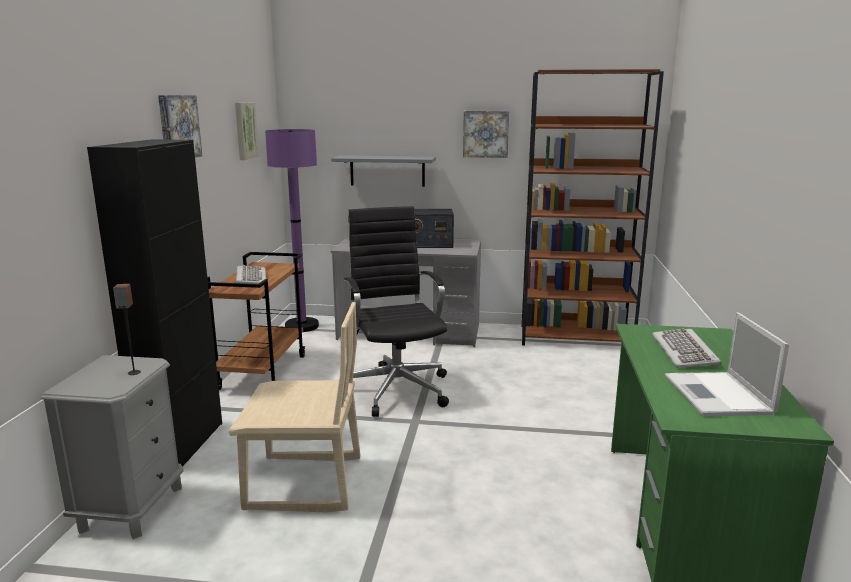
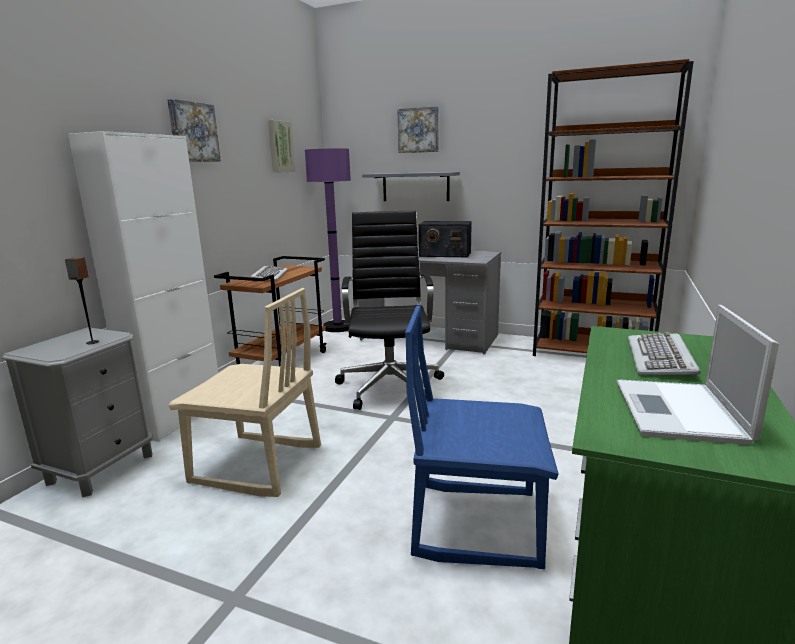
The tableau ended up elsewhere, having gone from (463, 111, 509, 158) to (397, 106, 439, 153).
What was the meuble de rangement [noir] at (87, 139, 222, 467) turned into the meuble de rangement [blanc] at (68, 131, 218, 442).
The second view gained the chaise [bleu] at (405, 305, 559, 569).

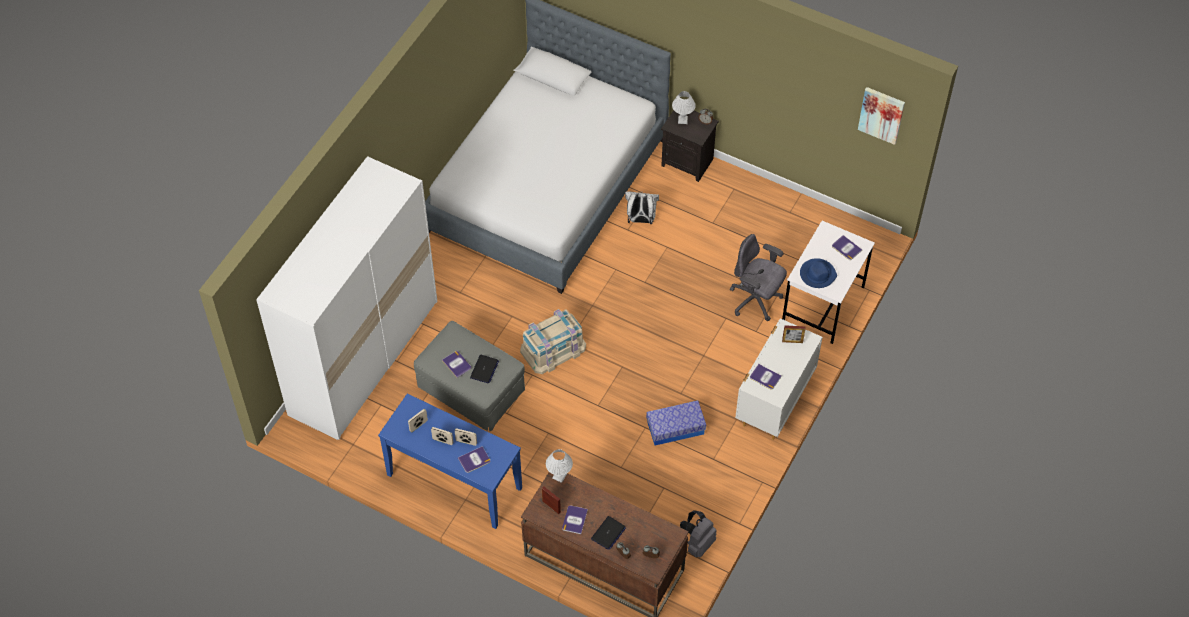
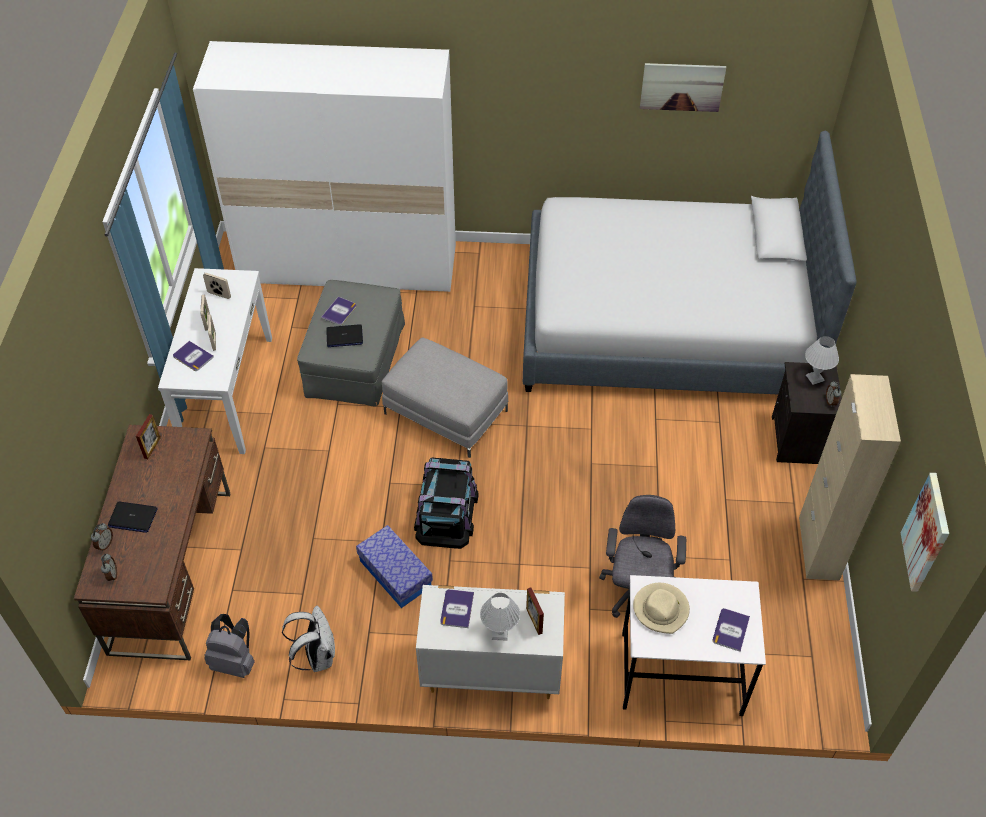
The sac à dos [blanc] ended up elsewhere, having gone from (625, 191, 659, 224) to (282, 606, 335, 672).
What was the chapeau [bleu] at (800, 258, 837, 288) turned into the chapeau [beige] at (633, 583, 690, 634).
Where the boîte de rangement [beige] stood at (520, 309, 586, 374), the pouf [gris] came to stand at (382, 337, 508, 458).
What was the table console [bleu] at (378, 393, 522, 529) turned into the table console [blanc] at (158, 268, 272, 454).
The lampe de table [blanc] ended up elsewhere, having gone from (546, 449, 573, 483) to (480, 593, 520, 641).
The second view lost the livre at (562, 505, 588, 534).
The second view gained the tableau at (640, 63, 726, 112).
The second view gained the meuble de rangement [beige] at (799, 374, 901, 580).
The second view gained the boîte de rangement [noir] at (414, 458, 478, 549).

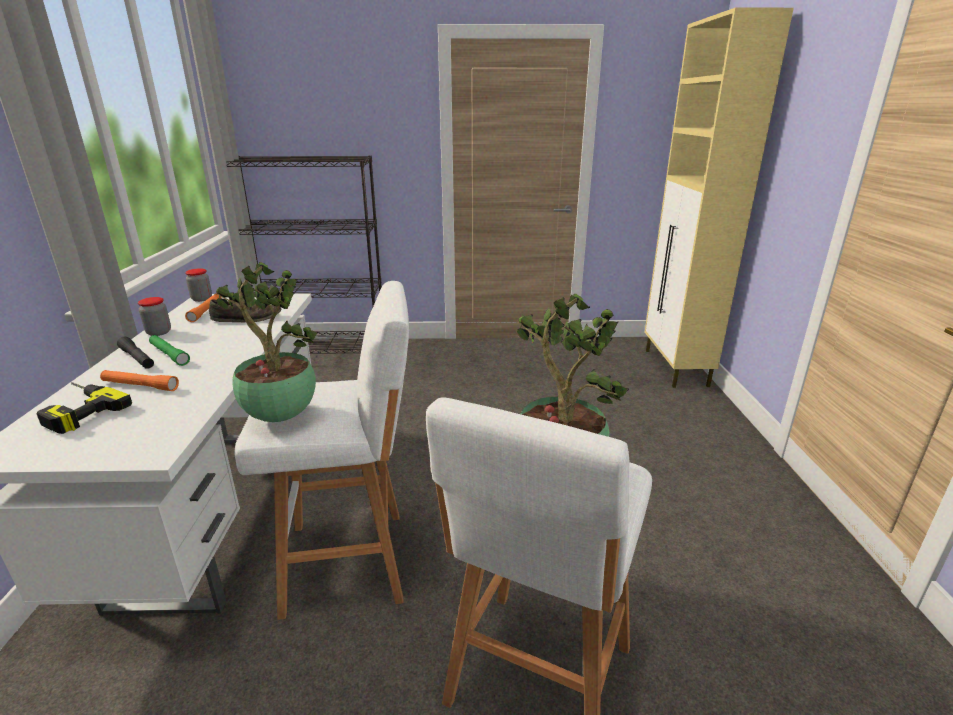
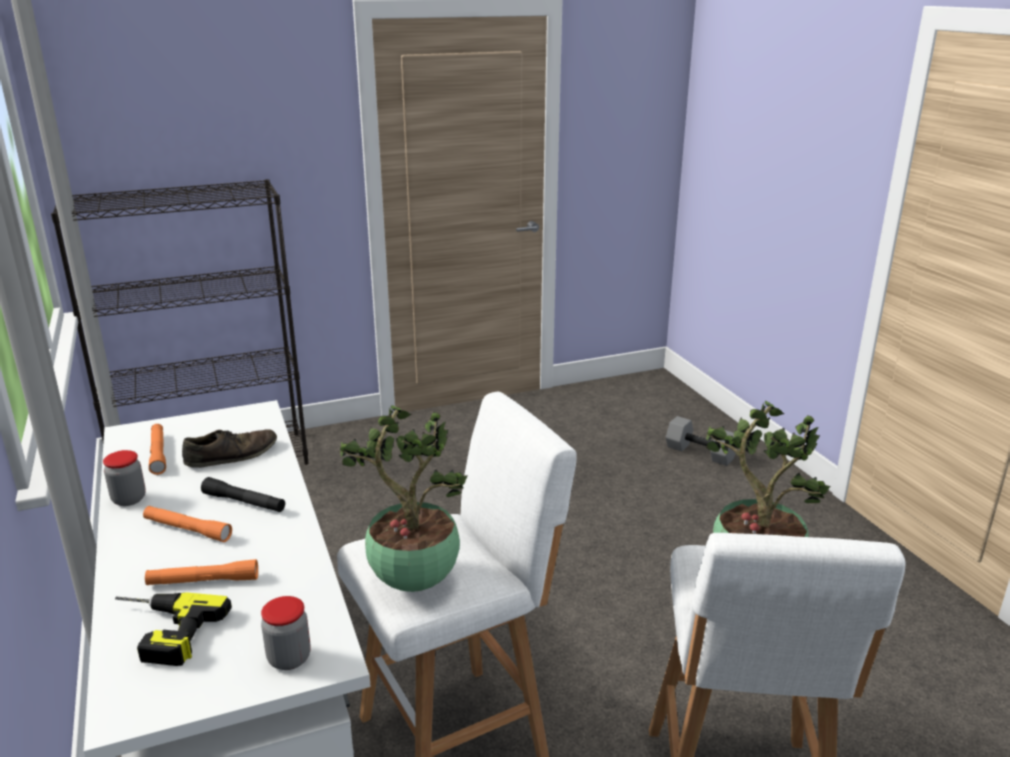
The second view lost the meuble de rangement [beige] at (645, 7, 794, 388).
The bocal ended up elsewhere, having gone from (185, 268, 212, 302) to (261, 596, 311, 670).
What was the lampe de poche [vert] at (149, 335, 190, 366) turned into the lampe de poche [orange] at (143, 506, 232, 542).
The lampe de poche [noir] ended up elsewhere, having gone from (117, 337, 154, 369) to (201, 477, 285, 512).
The second view gained the haltère [gris] at (666, 416, 737, 466).

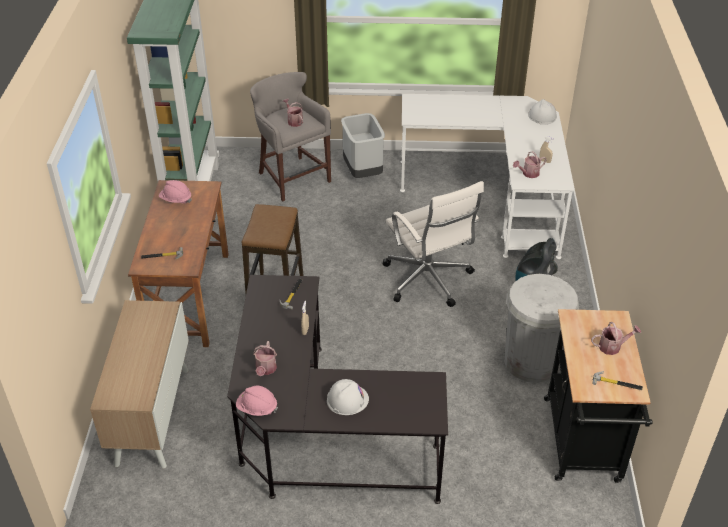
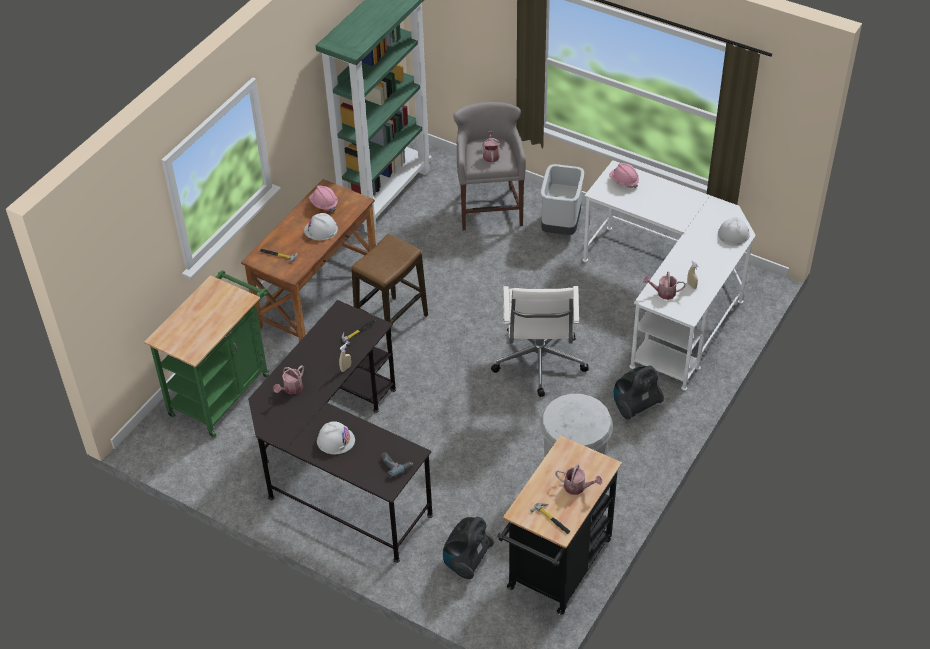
Where the meuble de rangement stood at (90, 300, 189, 469), the chariot [vert] came to stand at (144, 270, 269, 438).
The casque de chantier [rose] ended up elsewhere, having gone from (236, 385, 278, 416) to (609, 163, 639, 189).
The second view gained the casque de chantier [blanc] at (304, 213, 338, 240).
The second view gained the perceuse at (381, 452, 413, 478).
The second view gained the aspirateur at (443, 517, 494, 579).

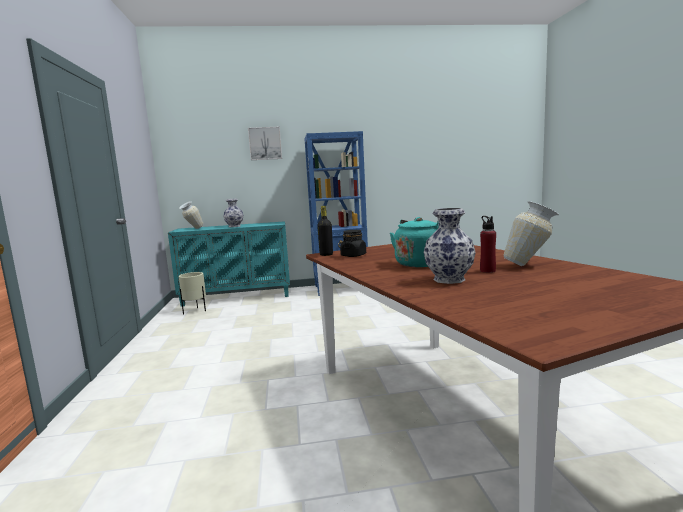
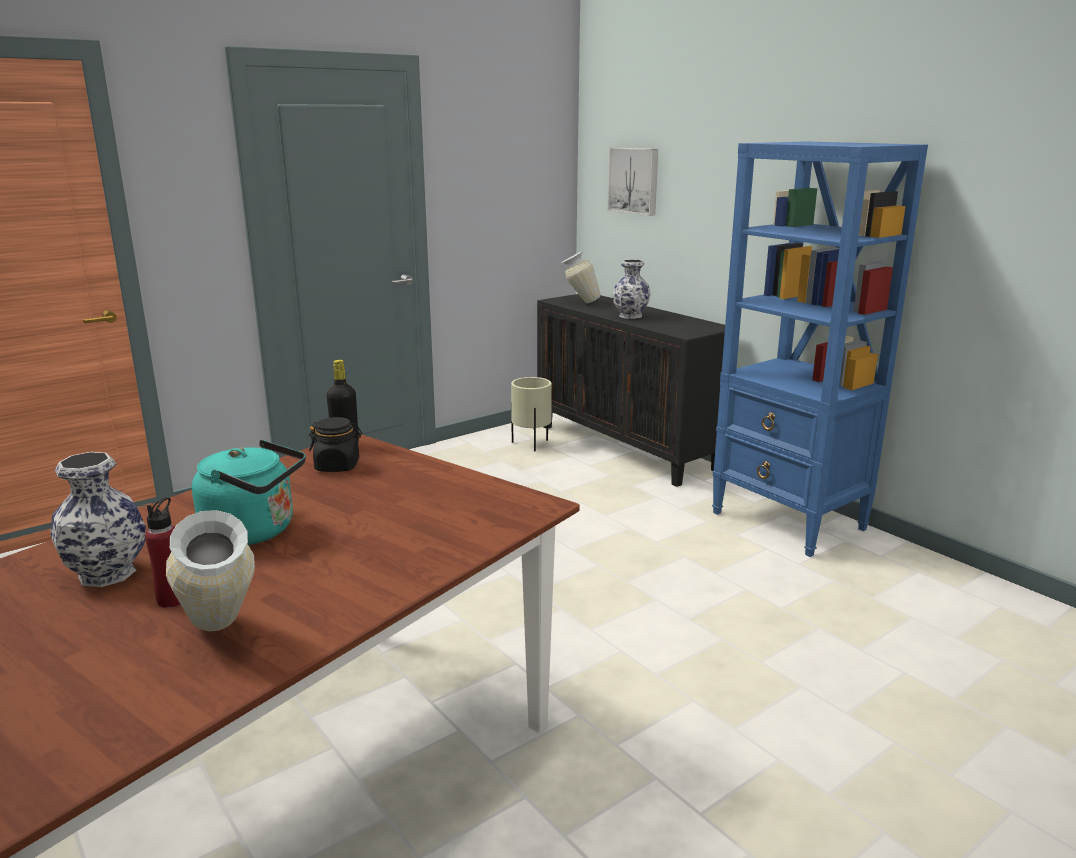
The tableau ended up elsewhere, having gone from (248, 127, 282, 160) to (608, 147, 658, 216).
What was the meuble de rangement [turquoise] at (168, 221, 290, 306) turned into the meuble de rangement [noir] at (537, 294, 725, 487).

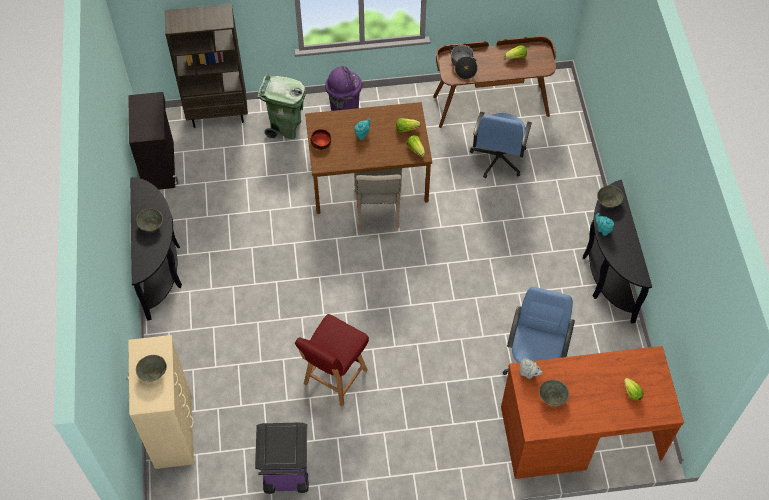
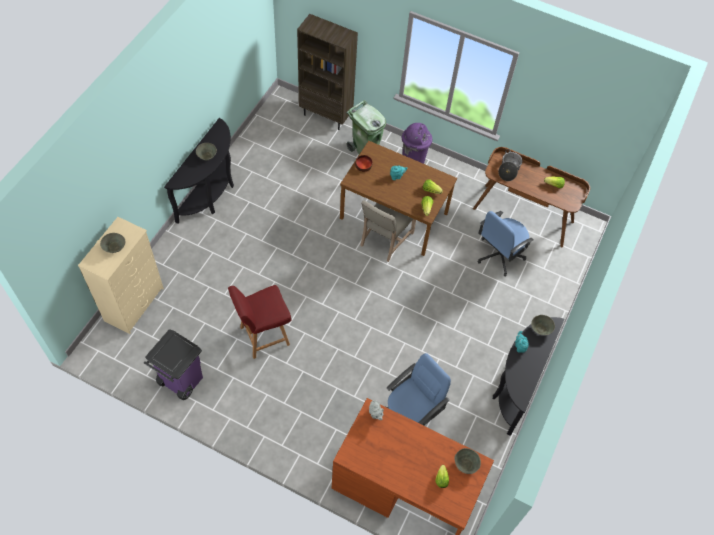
The second view lost the meuble de rangement [noir] at (128, 92, 179, 190).
The bol [gris] ended up elsewhere, having gone from (539, 380, 569, 406) to (454, 448, 481, 474).

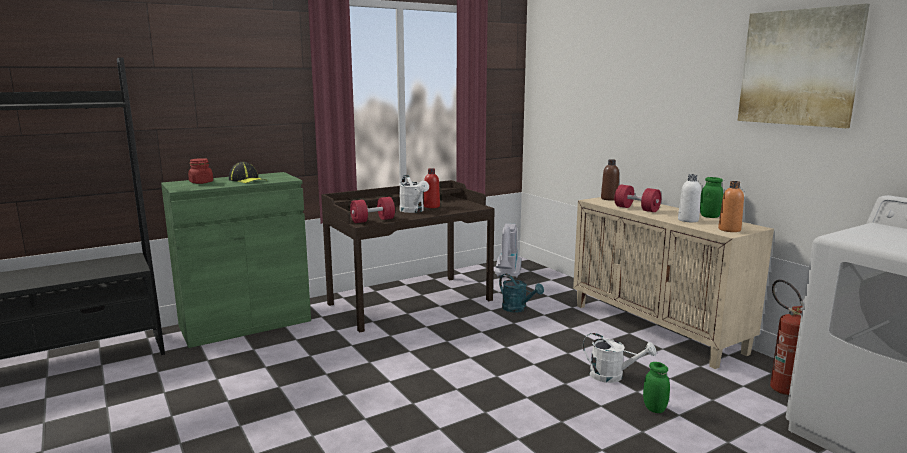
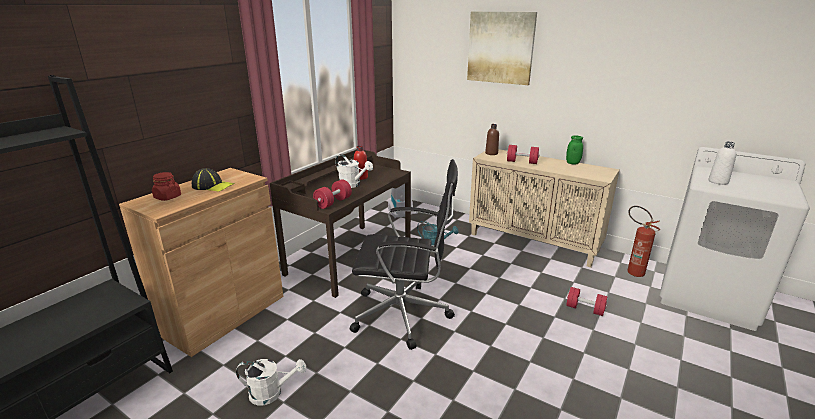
The tableau ended up elsewhere, having gone from (738, 4, 870, 128) to (467, 12, 537, 85).
What was the meuble de rangement [vert] at (161, 172, 311, 348) turned into the meuble de rangement [marron] at (119, 168, 283, 357).
The bouteille [blanc] ended up elsewhere, having gone from (678, 174, 701, 222) to (708, 141, 736, 185).
The second view lost the bouteille [orange] at (718, 181, 744, 232).
The arrosoir [blanc] ended up elsewhere, having gone from (583, 333, 656, 383) to (236, 359, 306, 405).
Where the bocal [vert] stood at (643, 362, 670, 413), the haltère [rouge] came to stand at (566, 287, 607, 316).
The second view gained the chaise de bureau [noir] at (350, 159, 458, 350).

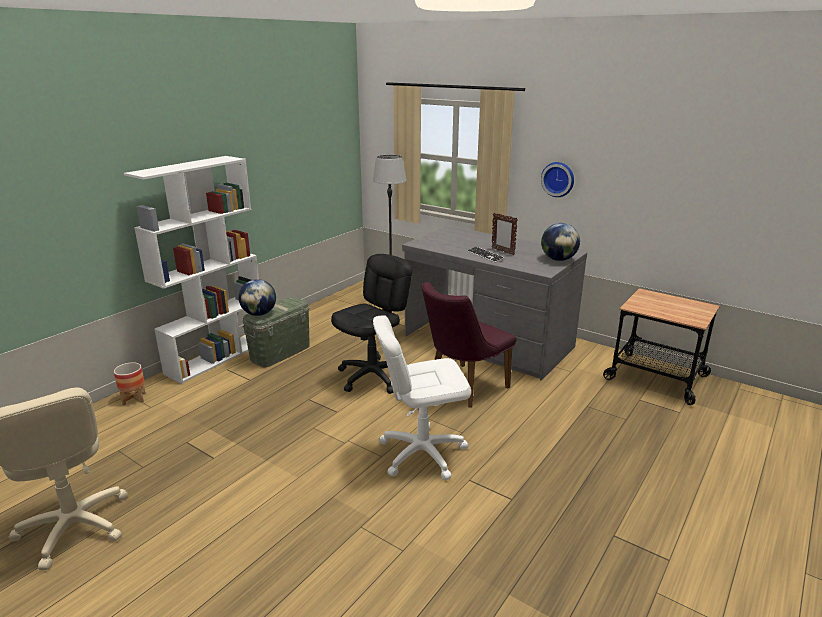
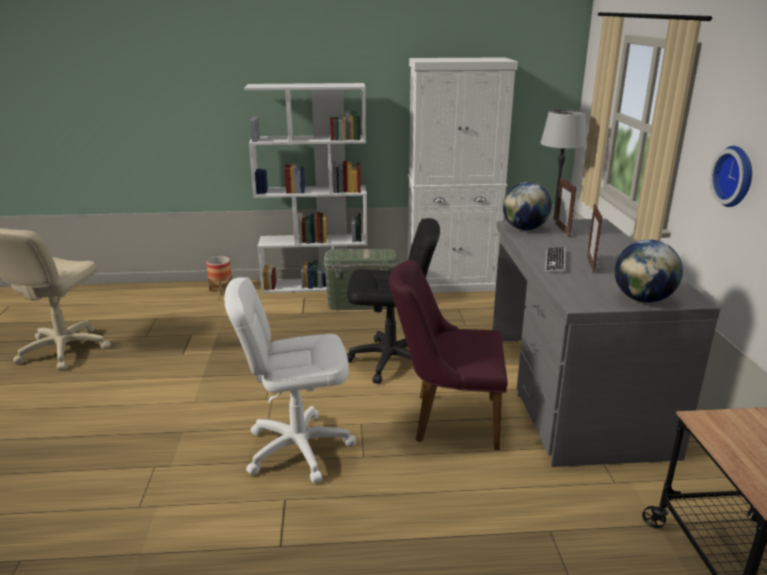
The globe ended up elsewhere, having gone from (239, 279, 276, 316) to (503, 182, 552, 230).
The chaise de bureau [blanc] at (373, 316, 471, 480) ended up facing another way, 45 degrees counterclockwise from before.
The second view gained the meuble de rangement [blanc] at (408, 57, 518, 293).
The second view gained the cadre photo at (555, 177, 576, 237).

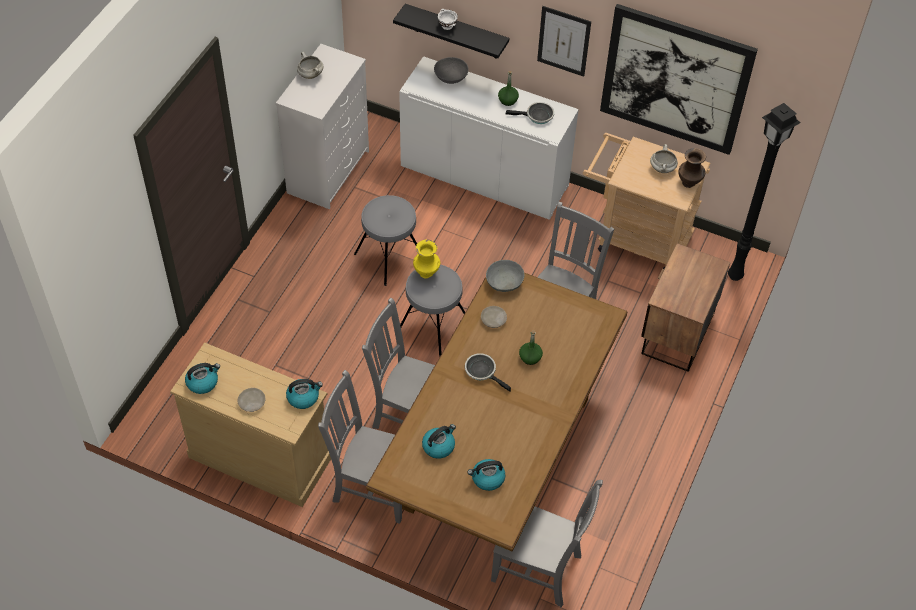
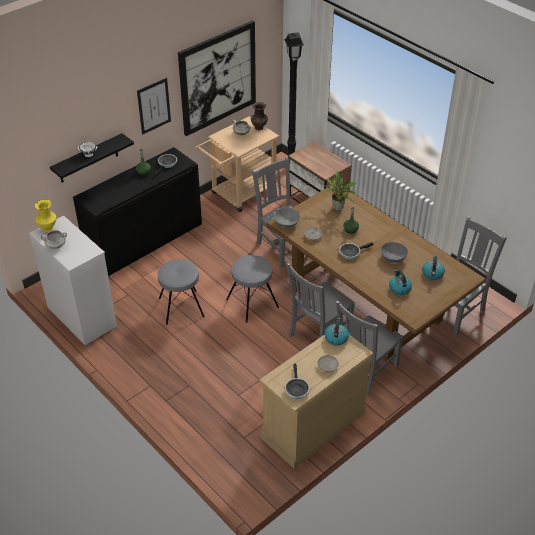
What was the meuble de rangement [blanc] at (399, 56, 579, 220) turned into the meuble de rangement [noir] at (73, 147, 202, 276).
The bol [gris] ended up elsewhere, having gone from (434, 57, 469, 84) to (381, 242, 408, 263).
The vase [jaune] ended up elsewhere, having gone from (413, 239, 440, 278) to (35, 199, 56, 232).
Where the bouilloire stood at (185, 363, 220, 394), the poêle came to stand at (285, 364, 310, 399).
The second view gained the plante en pot at (317, 172, 356, 211).

